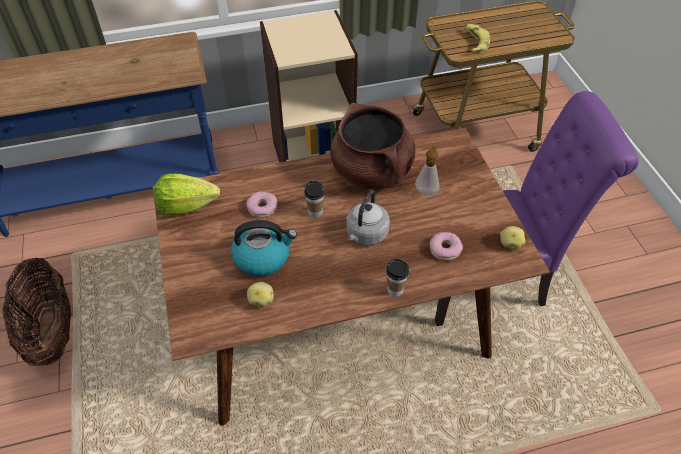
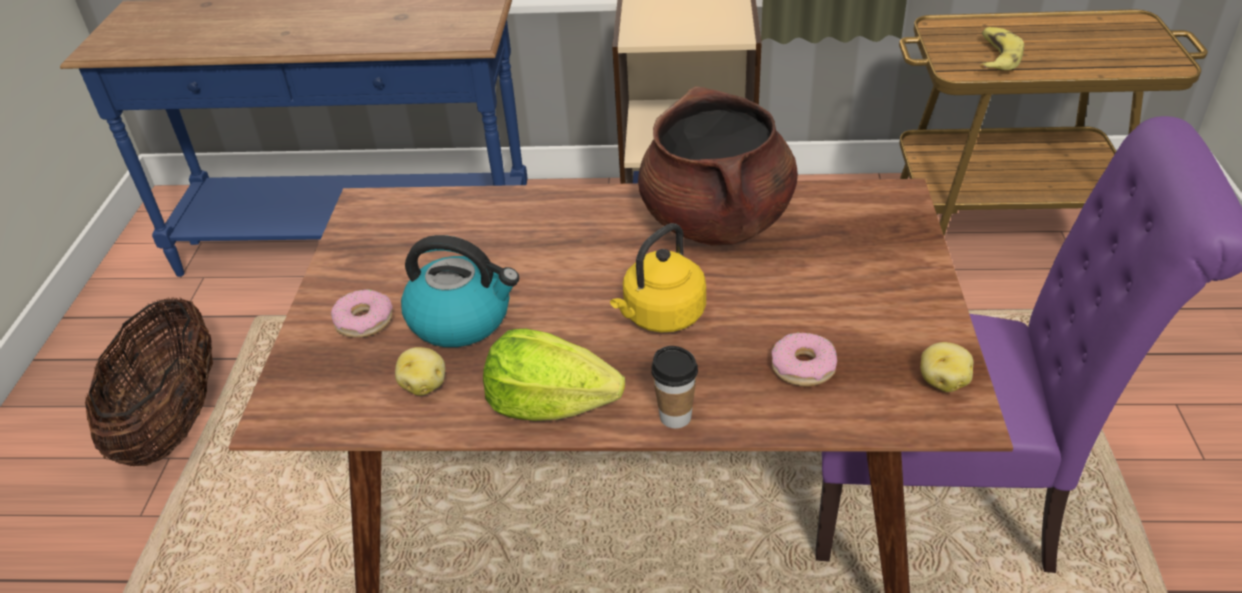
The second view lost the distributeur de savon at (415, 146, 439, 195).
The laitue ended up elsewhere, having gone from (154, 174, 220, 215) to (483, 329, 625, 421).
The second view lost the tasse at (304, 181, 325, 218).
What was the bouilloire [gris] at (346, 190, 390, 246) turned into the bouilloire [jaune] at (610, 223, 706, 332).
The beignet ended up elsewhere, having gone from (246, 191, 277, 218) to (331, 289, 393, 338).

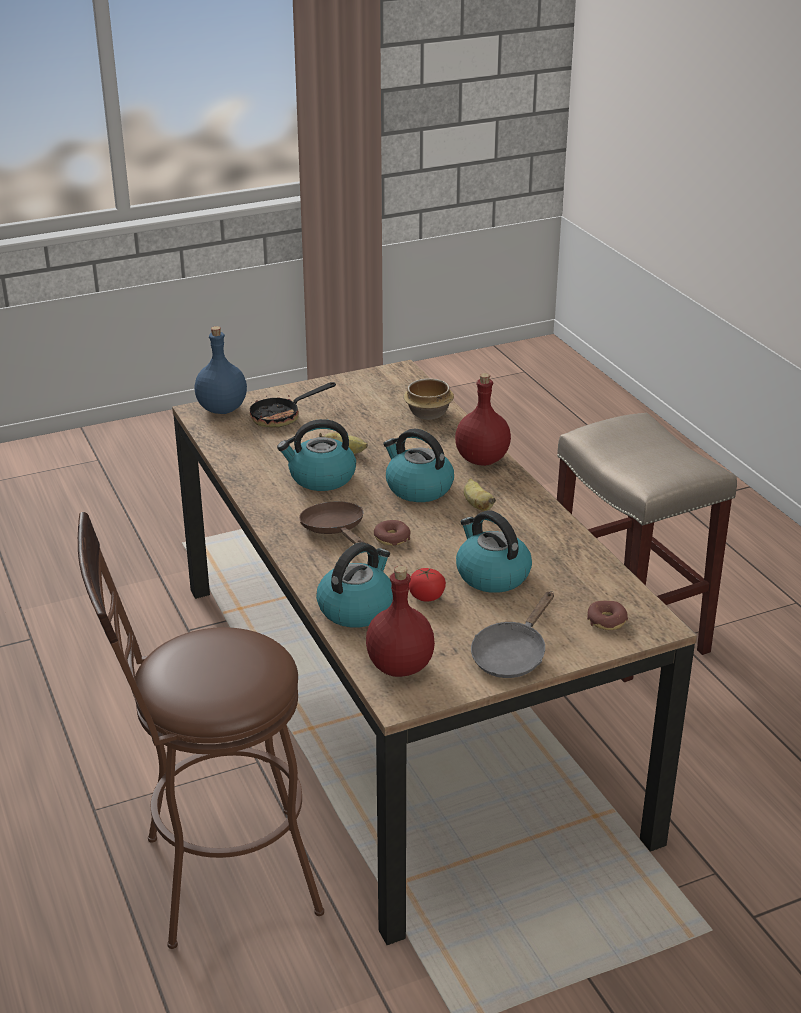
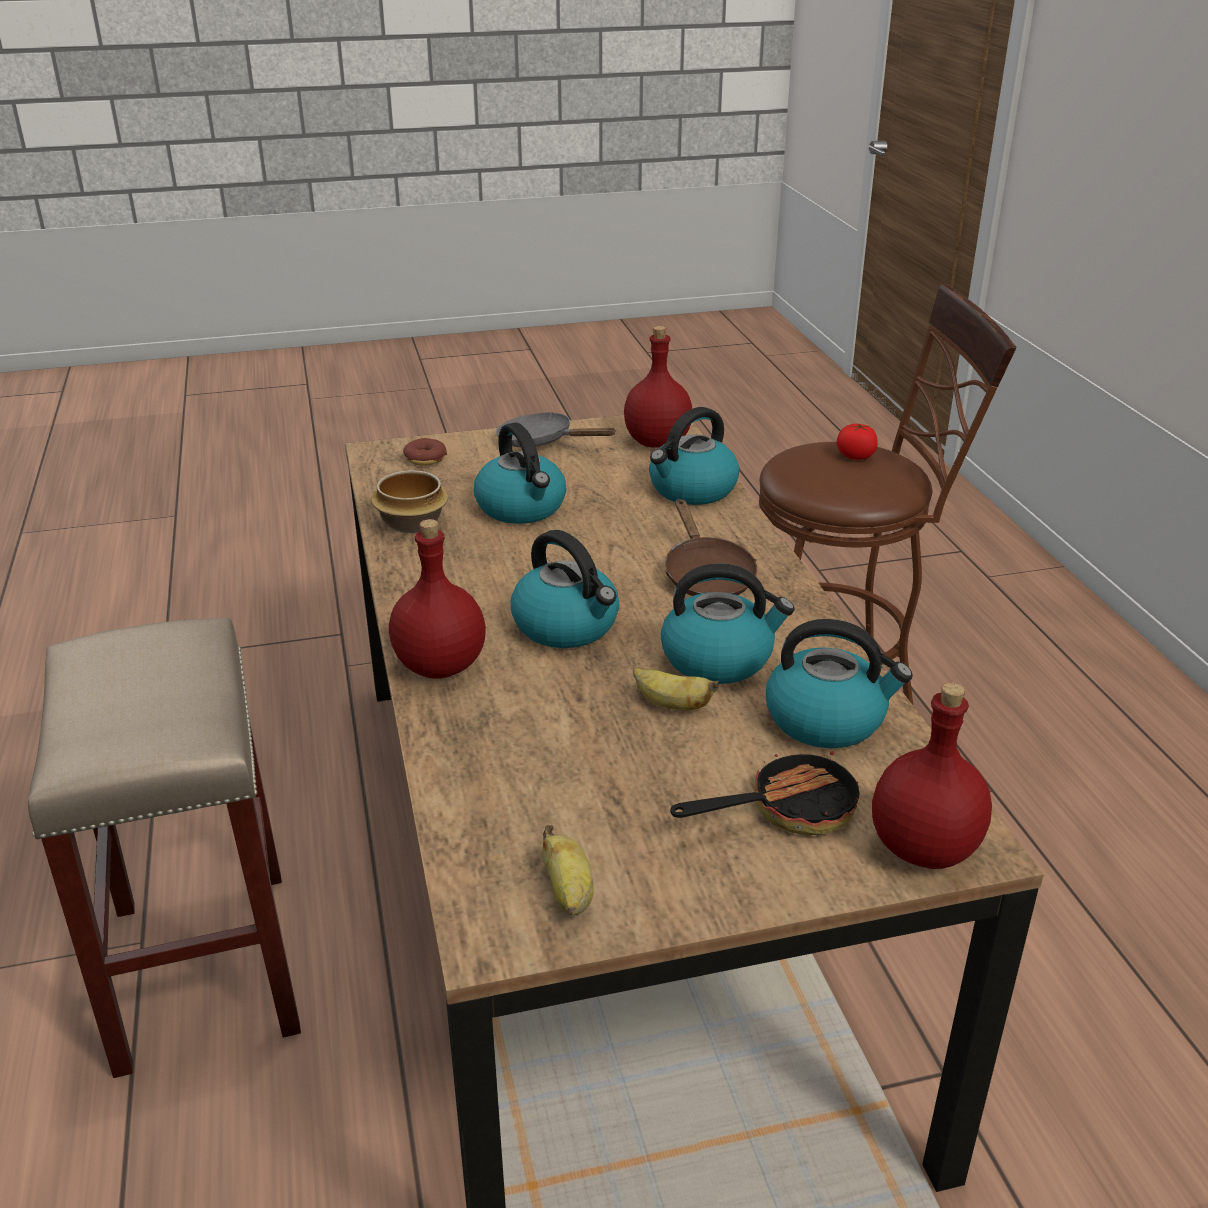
What was the bouteille [bleu] at (195, 326, 247, 414) turned into the bouteille [rouge] at (872, 682, 992, 869).
The bol ended up elsewhere, having gone from (403, 378, 454, 420) to (371, 470, 448, 533).
The banane ended up elsewhere, having gone from (464, 478, 496, 511) to (542, 825, 594, 915).
The second view lost the beignet at (374, 520, 411, 546).
The tomate ended up elsewhere, having gone from (409, 568, 446, 602) to (837, 424, 878, 460).
The poêle [gris] at (471, 591, 554, 678) ended up facing another way, 105 degrees counterclockwise from before.
The second view gained the bouilloire at (766, 619, 913, 748).

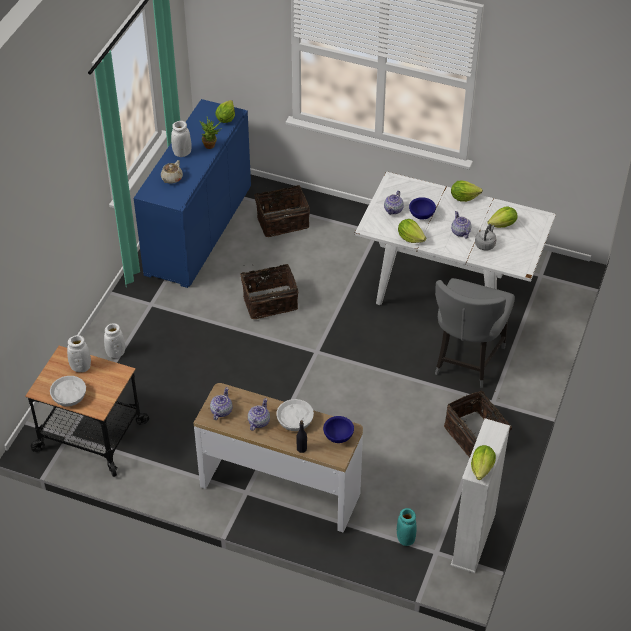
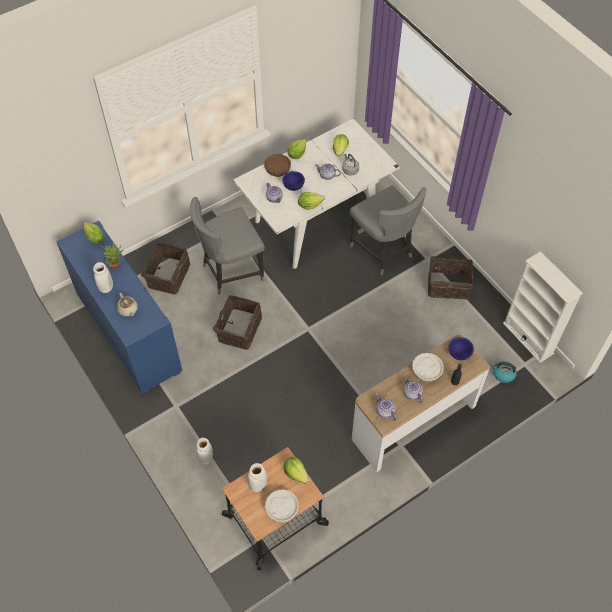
The laitue ended up elsewhere, having gone from (471, 445, 496, 480) to (284, 457, 309, 484).
Where the vase [turquoise] stood at (397, 508, 417, 546), the bouilloire came to stand at (491, 361, 517, 383).
The second view gained the bol [marron] at (264, 154, 291, 177).
The second view gained the chaise [gris] at (190, 197, 265, 295).

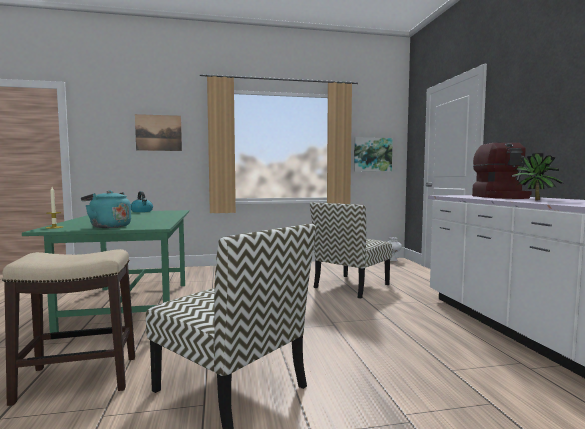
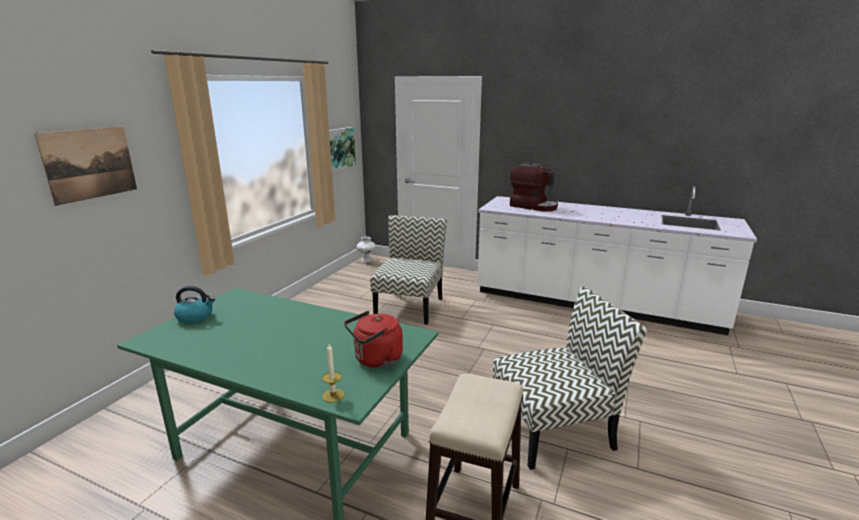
The second view lost the plante en pot at (511, 153, 564, 201).
What was the bouilloire [turquoise] at (81, 190, 131, 228) turned into the bouilloire [rouge] at (344, 311, 403, 368).
The chaise at (310, 202, 392, 299) ended up facing another way, 150 degrees counterclockwise from before.

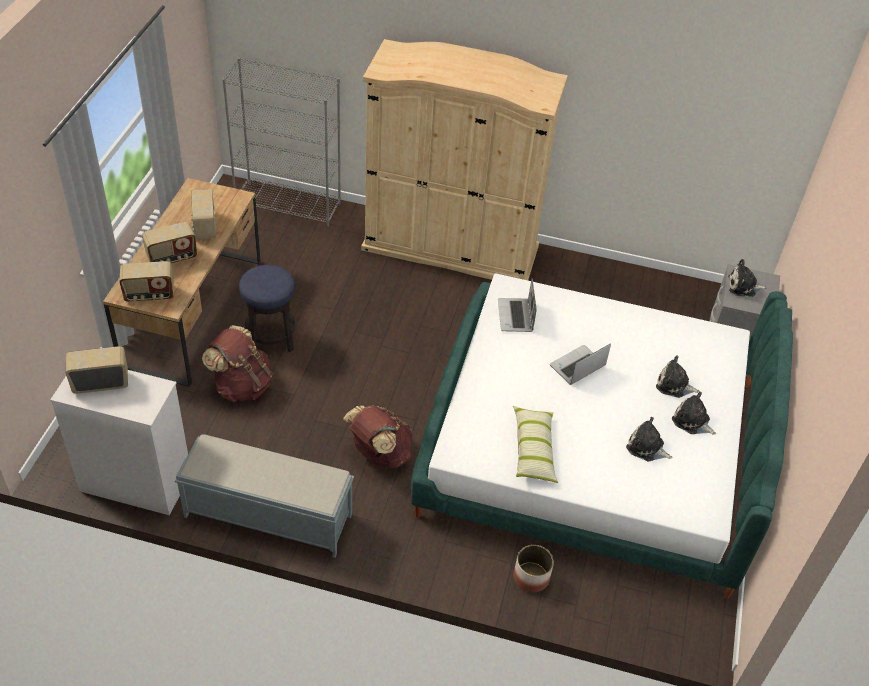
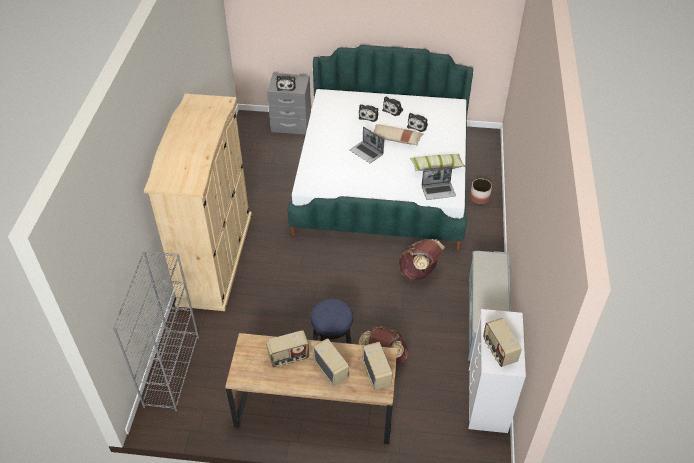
The ordinateur portable ended up elsewhere, having gone from (498, 279, 537, 332) to (422, 167, 456, 200).
The second view gained the coussin [beige] at (373, 124, 423, 145).

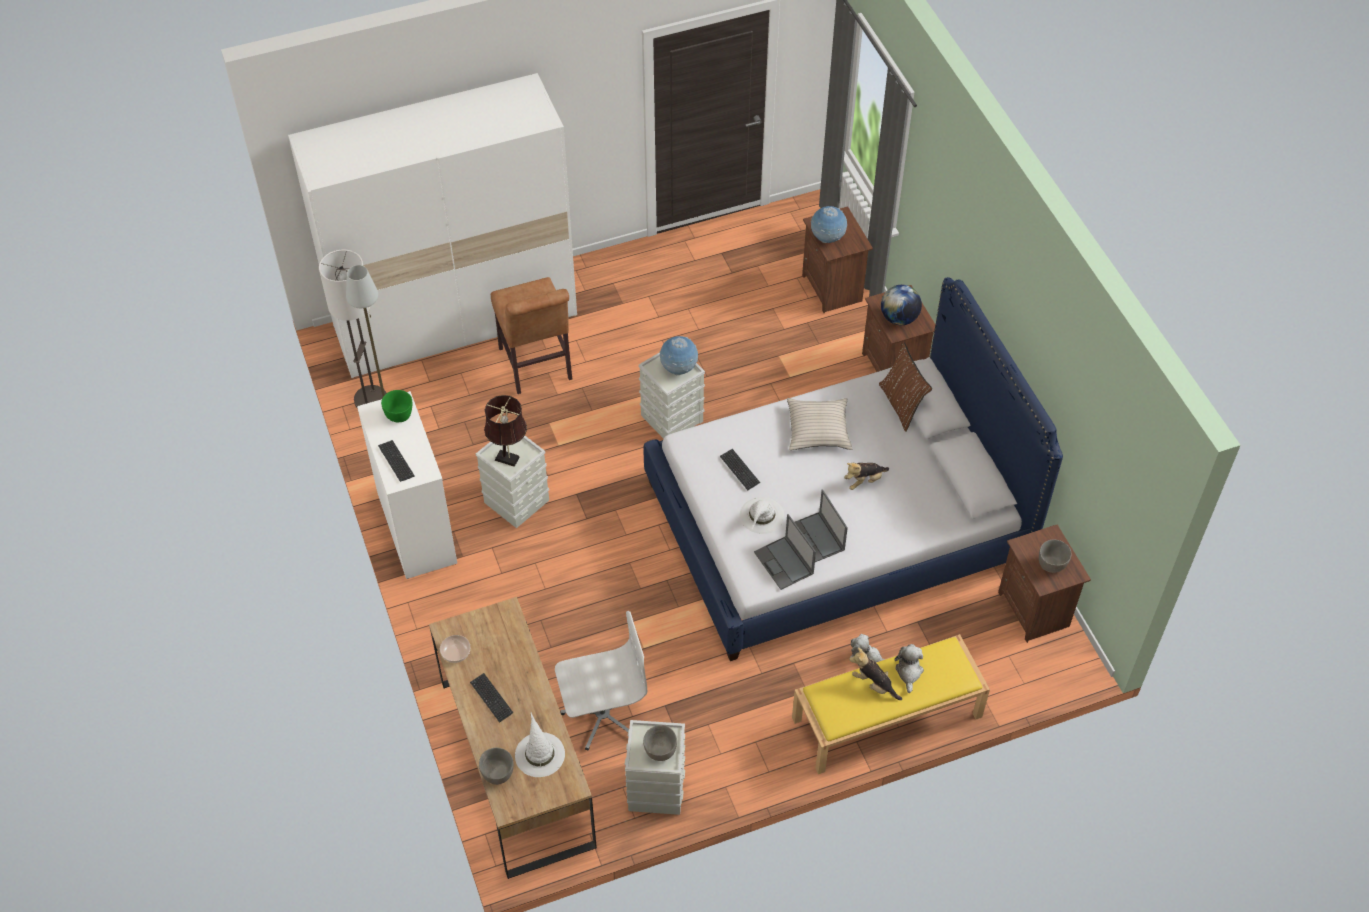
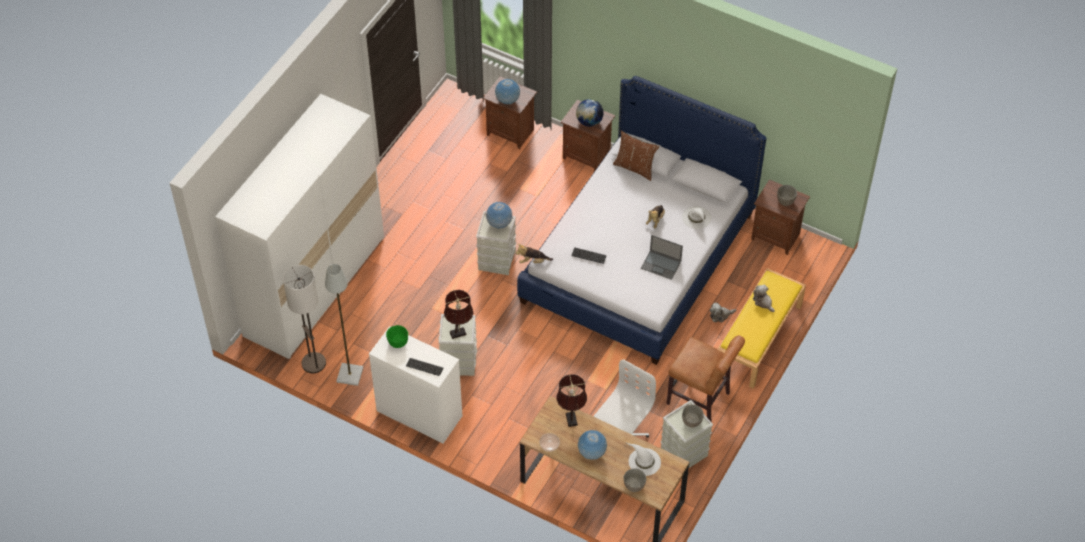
The chaise [marron] ended up elsewhere, having gone from (491, 277, 572, 394) to (666, 335, 745, 421).
The second view lost the coussin [beige] at (787, 398, 852, 450).
The chapeau [blanc] ended up elsewhere, having gone from (740, 497, 785, 534) to (682, 206, 711, 229).
The second view lost the ordinateur portable at (754, 514, 816, 590).
The peluche ended up elsewhere, having gone from (849, 648, 902, 700) to (516, 244, 553, 263).
Where the clavier stood at (470, 673, 513, 723), the globe came to stand at (578, 430, 607, 460).
The second view gained the lampe de table [marron] at (556, 374, 587, 427).

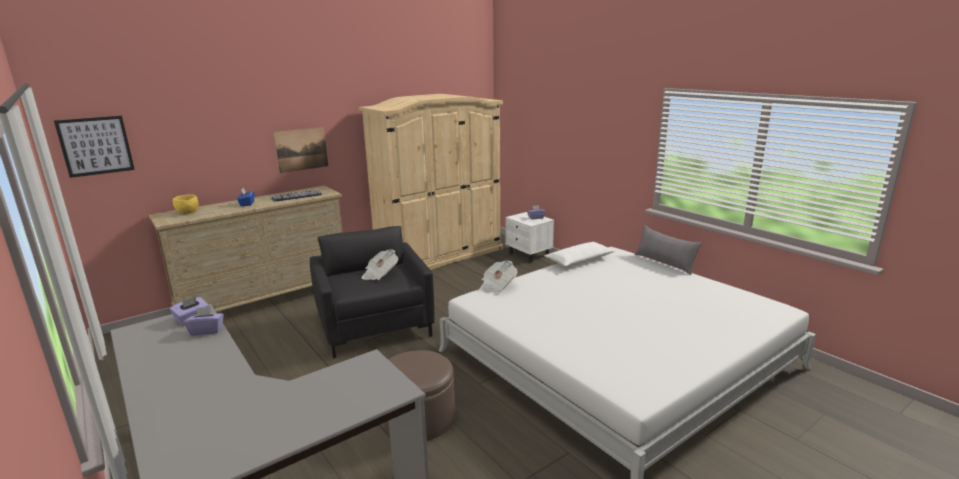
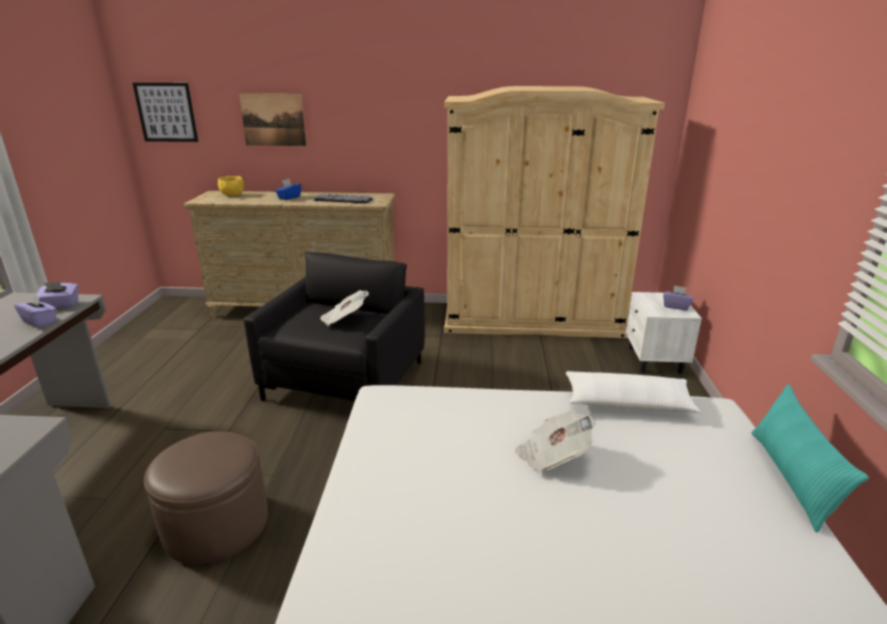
The tableau ended up elsewhere, having gone from (274, 127, 328, 173) to (239, 93, 307, 146).
What was the coussin [gris] at (635, 225, 702, 275) turned into the coussin [turquoise] at (751, 384, 869, 533).
The journal ended up elsewhere, having gone from (479, 260, 517, 293) to (515, 410, 596, 473).

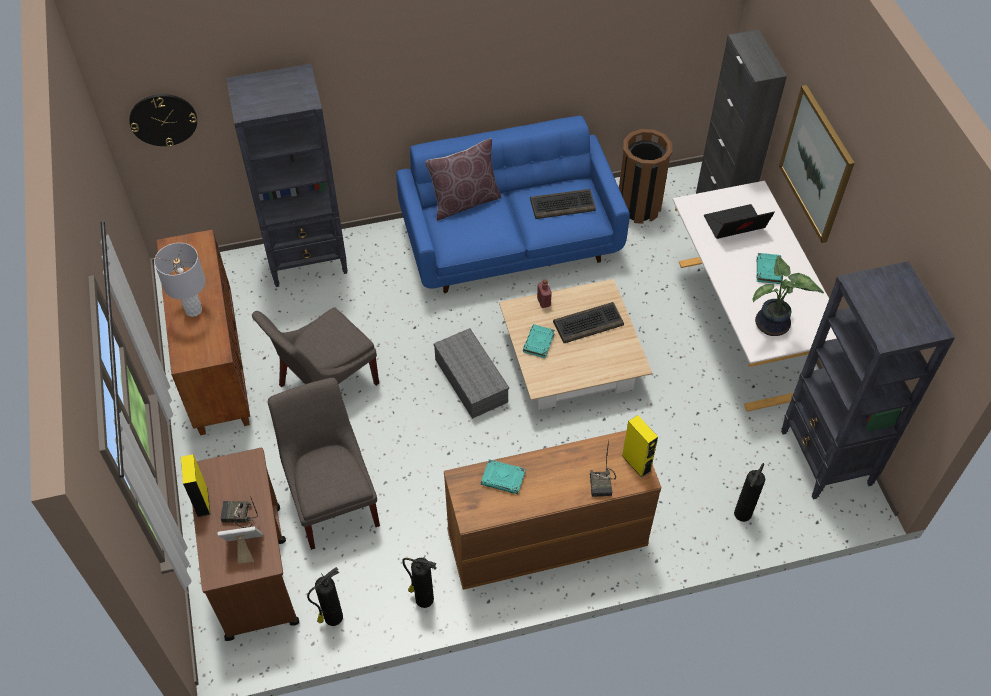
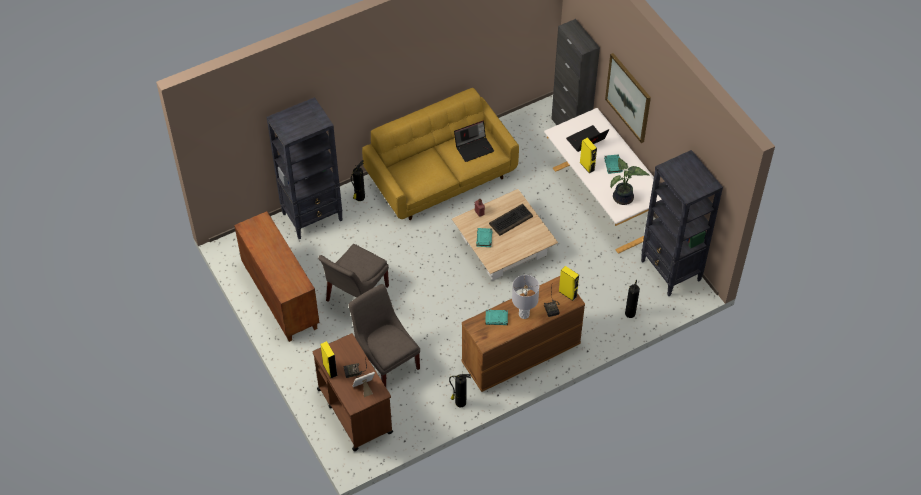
The second view lost the horloge murale at (129, 94, 197, 147).
What was the canapé [bleu] at (396, 116, 630, 293) turned into the canapé [jaune] at (362, 88, 519, 220).
The second view lost the poubelle [marron] at (619, 129, 672, 224).
The second view lost the coussin [marron] at (425, 138, 502, 221).
Where the clavier stood at (530, 189, 596, 219), the ordinateur portable came to stand at (454, 121, 494, 162).
The lampe de table [gris] ended up elsewhere, having gone from (154, 243, 206, 317) to (512, 275, 539, 319).
The second view lost the boîte de rangement [gris] at (434, 328, 509, 419).
The extincteur ended up elsewhere, having gone from (307, 567, 343, 626) to (351, 160, 365, 201).
The second view gained the enceinte [jaune] at (580, 138, 597, 174).

